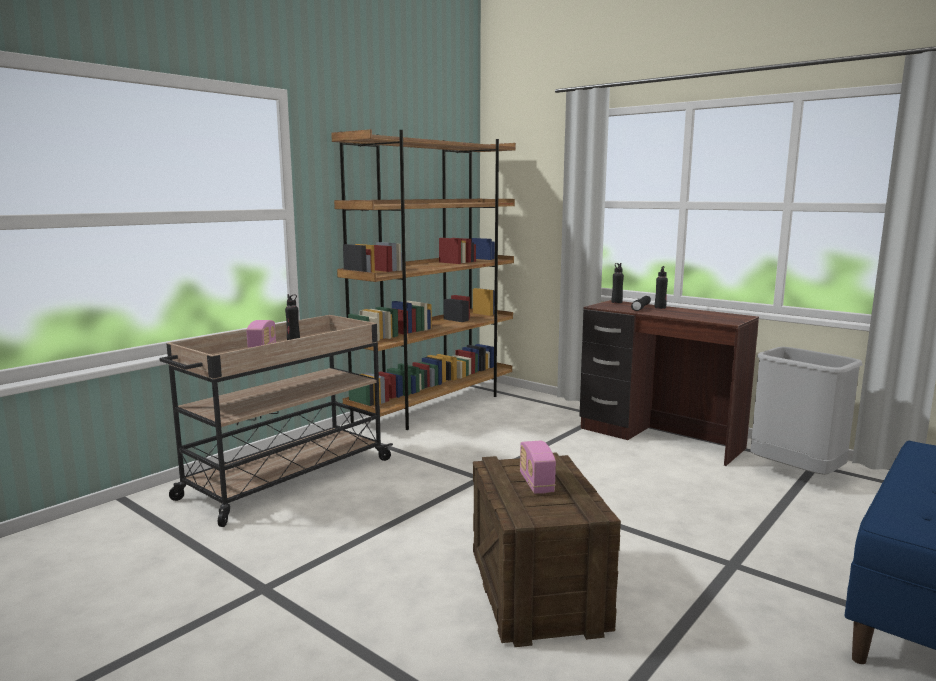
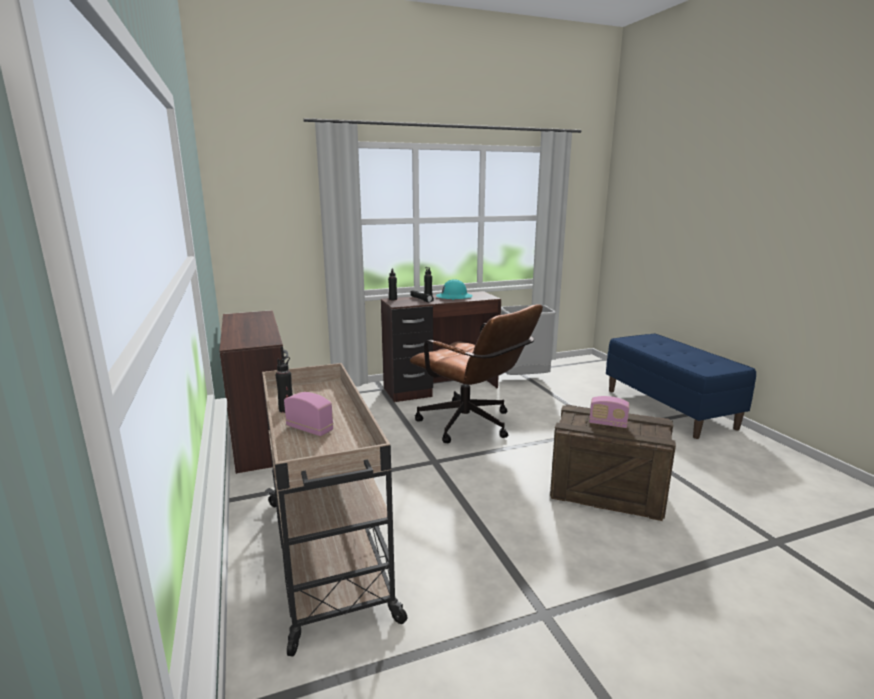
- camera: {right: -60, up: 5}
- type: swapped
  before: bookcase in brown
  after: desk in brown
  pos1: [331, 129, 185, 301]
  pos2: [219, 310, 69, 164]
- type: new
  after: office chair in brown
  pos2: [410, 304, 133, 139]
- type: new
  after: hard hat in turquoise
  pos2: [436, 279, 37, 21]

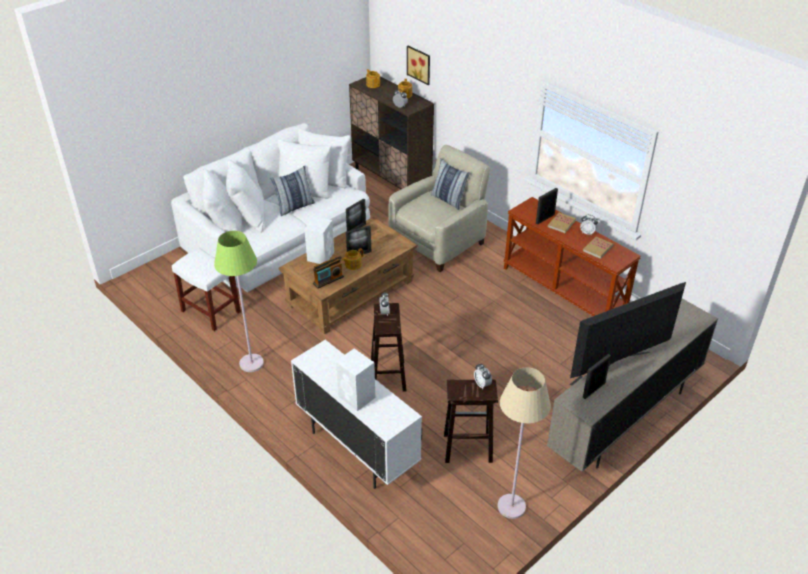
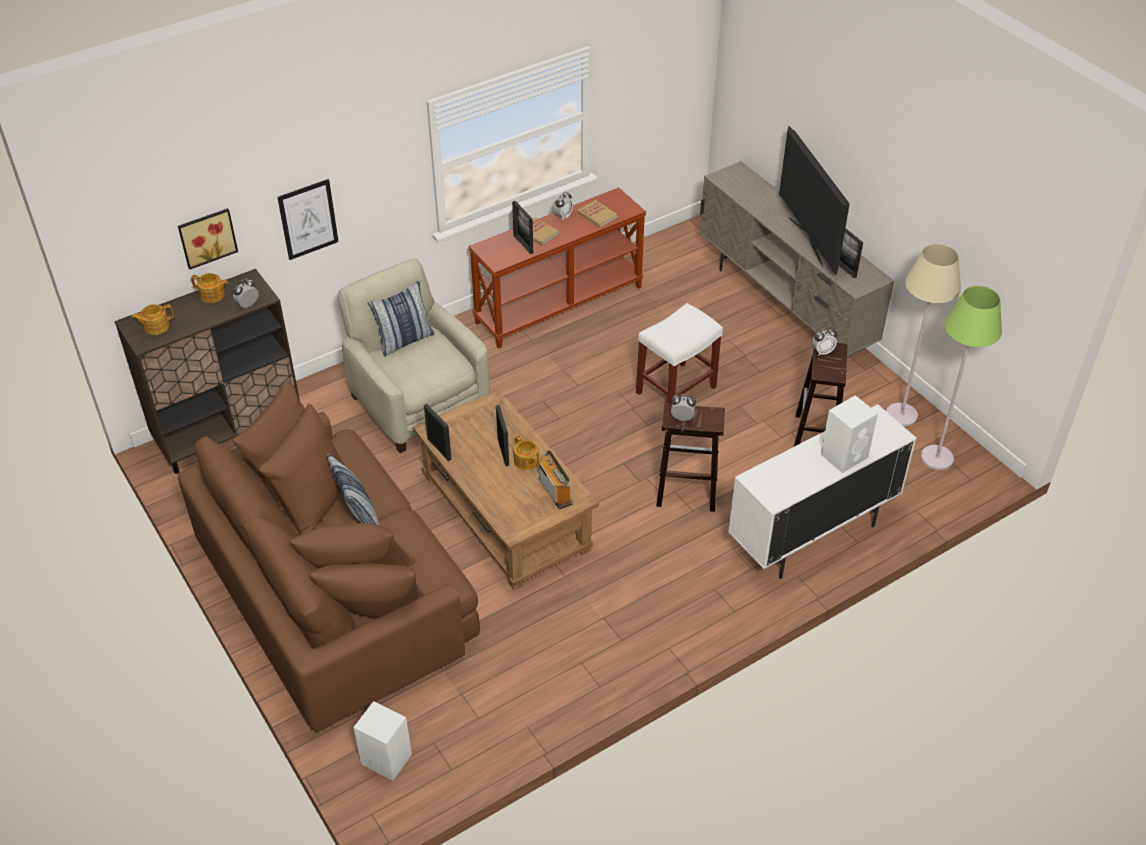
- camera: {right: -80, up: 5}
- type: repainted
  before: sofa in white
  after: sofa in brown
  pos1: [171, 123, 199, 169]
  pos2: [178, 380, 302, 351]
- type: new
  after: picture
  pos2: [277, 179, 62, 81]
- type: shifted
  before: speaker in white
  pos1: [304, 216, 30, 48]
  pos2: [353, 701, 59, 80]
- type: shifted
  before: stool in white
  pos1: [172, 248, 69, 83]
  pos2: [636, 303, 87, 100]
- type: shifted
  before: floor lamp in green
  pos1: [214, 231, 50, 141]
  pos2: [921, 286, 81, 184]

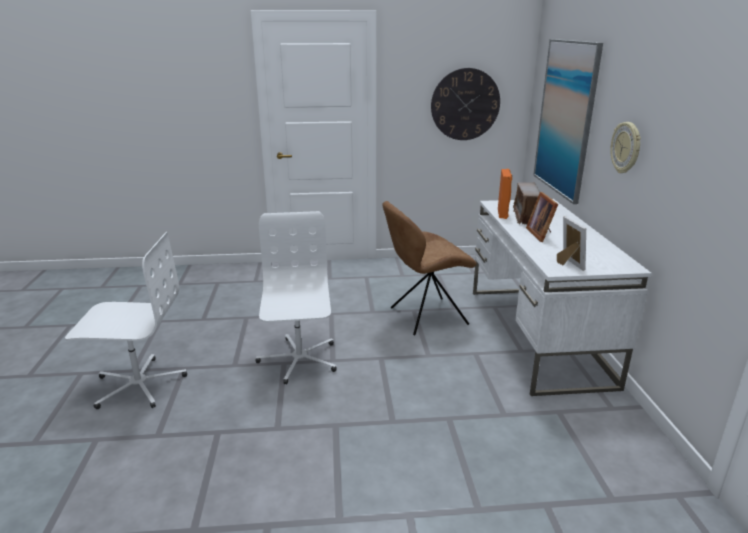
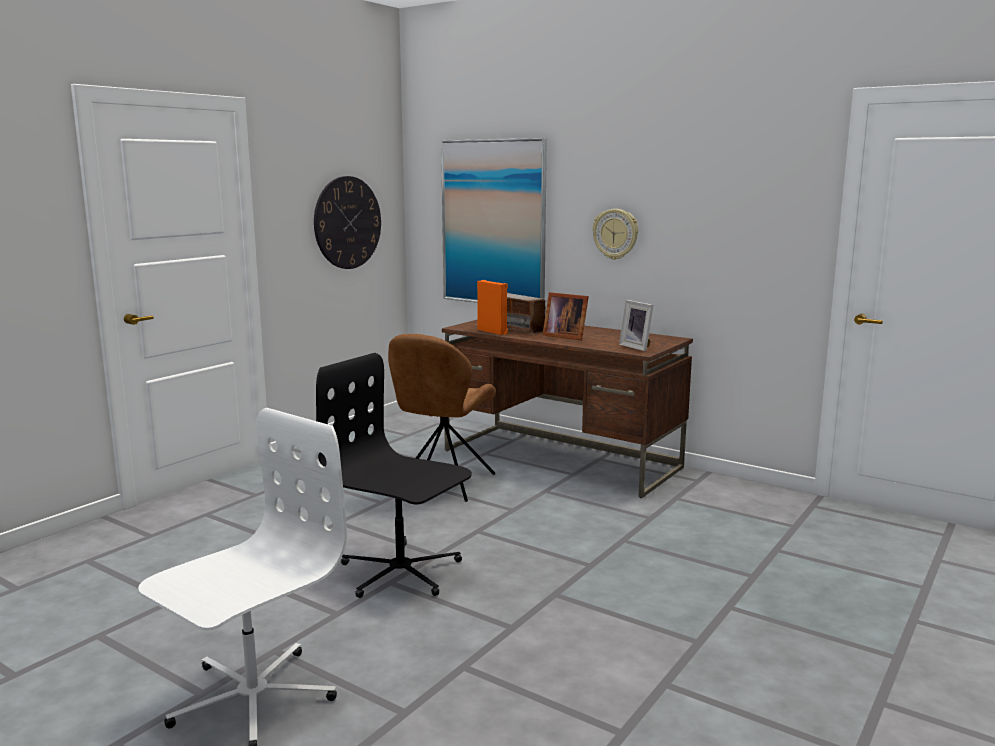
- camera: {right: -50, up: -10}
- type: repainted
  before: office chair in white
  after: office chair in black
  pos1: [256, 211, 81, 174]
  pos2: [316, 353, 156, 245]
- type: repainted
  before: desk in white
  after: desk in brown
  pos1: [473, 199, 179, 197]
  pos2: [442, 320, 251, 178]
- type: rotated
  before: picture frame
  pos1: [557, 216, 29, 55]
  pos2: [619, 300, 34, 51]
  turn: -150

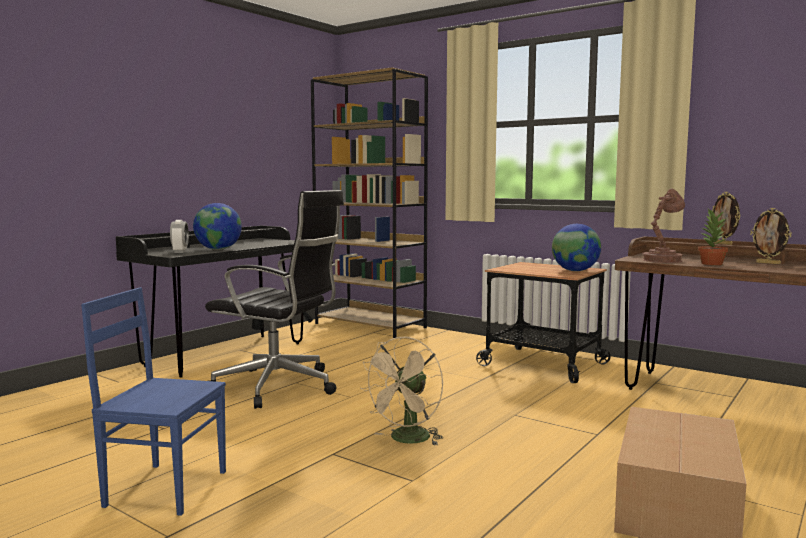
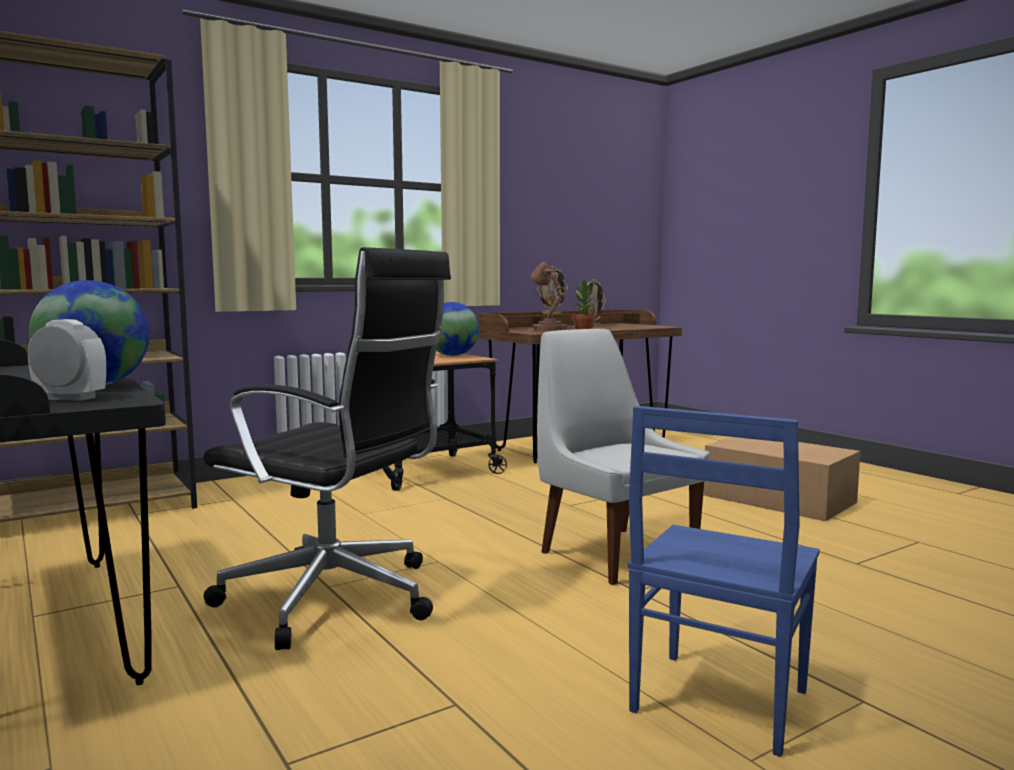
- camera: {right: -70, up: 0}
- type: rotated
  before: office chair in black
  pos1: [205, 190, 139, 219]
  pos2: [203, 247, 248, 403]
  turn: 75
- type: swapped
  before: fan in beige
  after: chair in white
  pos1: [361, 336, 82, 110]
  pos2: [537, 329, 173, 256]

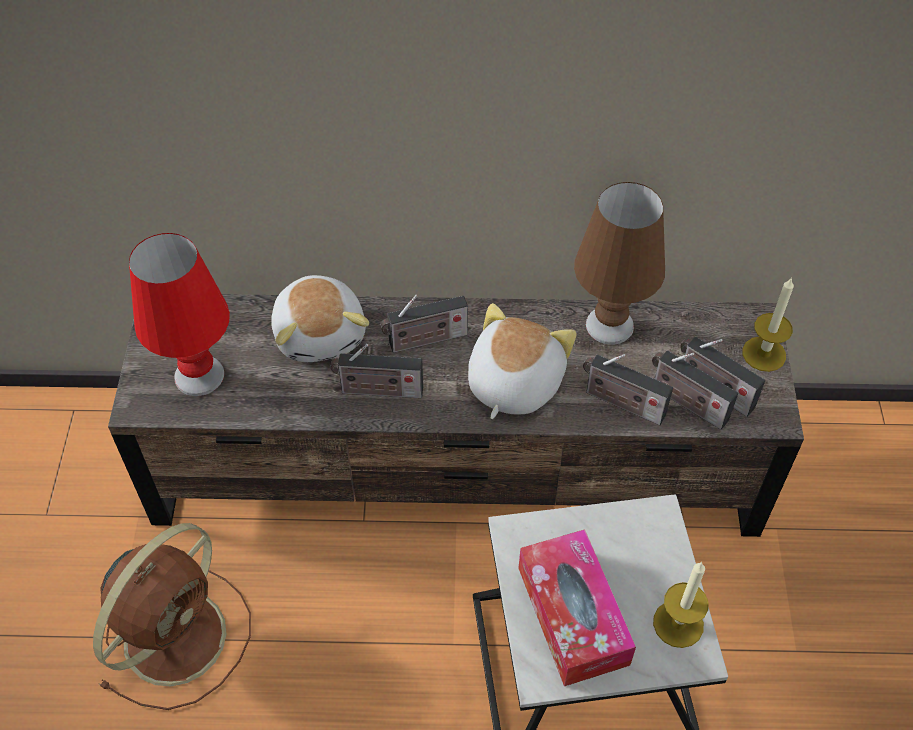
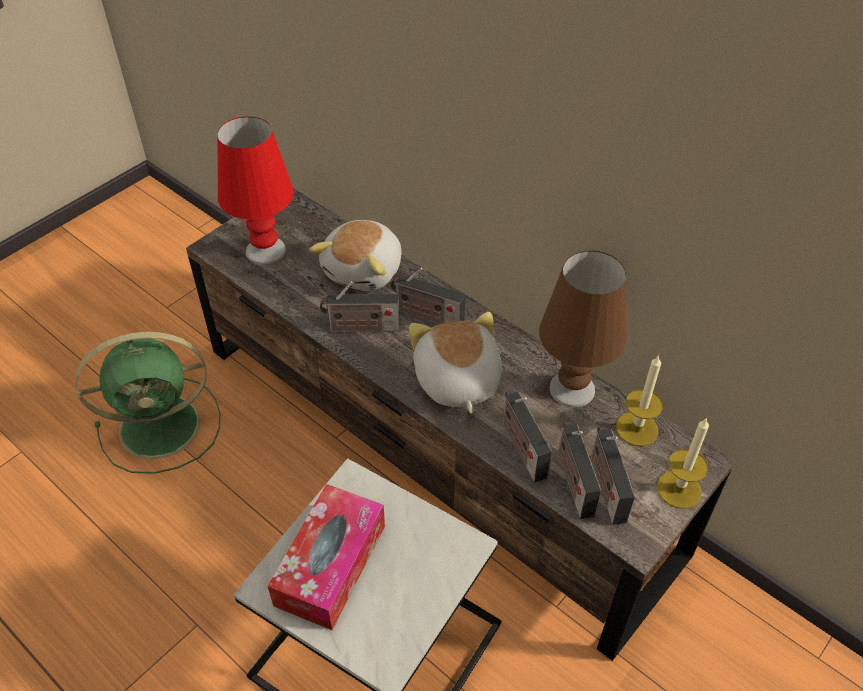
- camera: {right: 40, up: -5}
- type: repainted
  before: fan in brown
  after: fan in green
  pos1: [93, 523, 158, 187]
  pos2: [75, 332, 145, 142]
- type: rotated
  before: radio
  pos1: [330, 344, 93, 54]
  pos2: [320, 281, 80, 51]
  turn: -45
- type: rotated
  before: plush toy
  pos1: [468, 303, 109, 116]
  pos2: [409, 312, 93, 102]
  turn: -75
- type: shifted
  before: candle
  pos1: [653, 562, 56, 86]
  pos2: [616, 355, 47, 91]

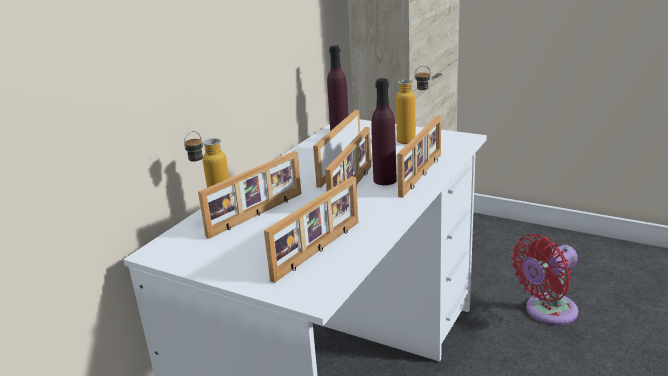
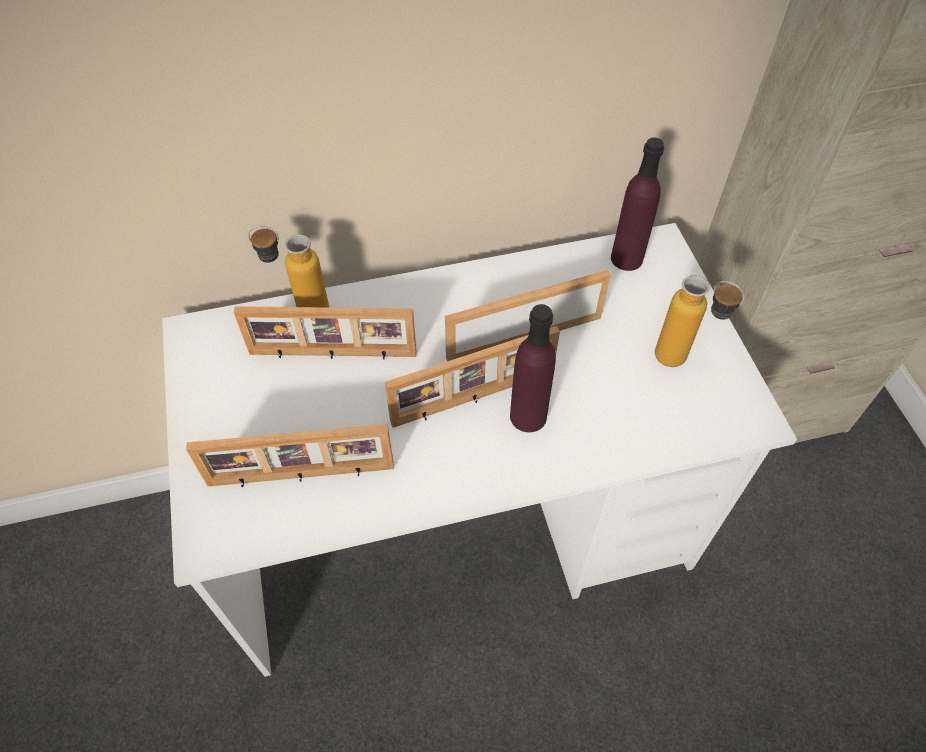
- camera: {right: 45, up: 30}
- type: gone
  before: picture frame
  pos1: [397, 116, 44, 82]
- type: gone
  before: fan in red
  pos1: [512, 234, 66, 91]

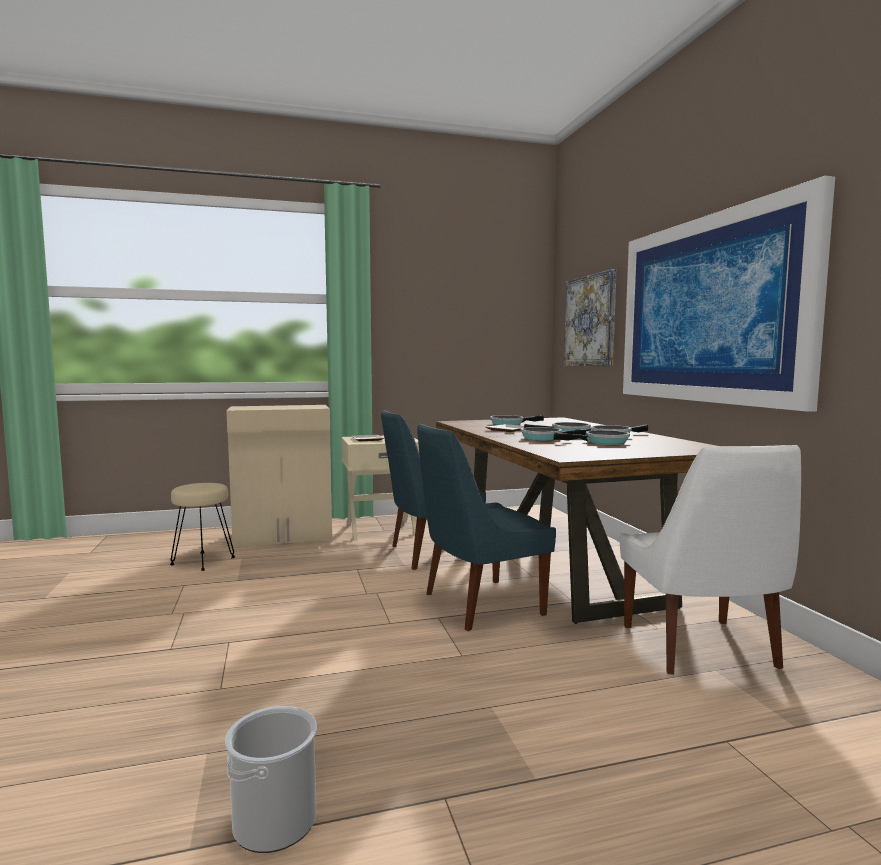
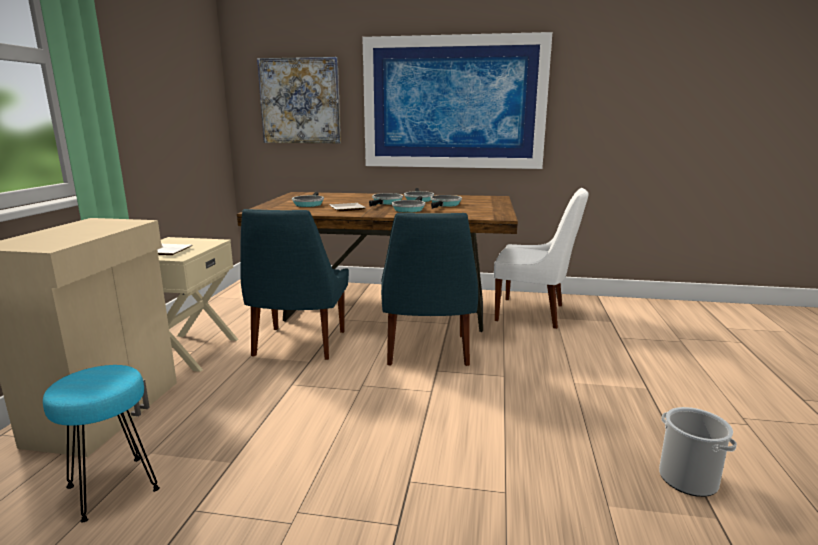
- camera: {right: -65, up: 10}
- type: repainted
  before: stool in beige
  after: stool in turquoise
  pos1: [170, 483, 65, 88]
  pos2: [43, 365, 117, 157]

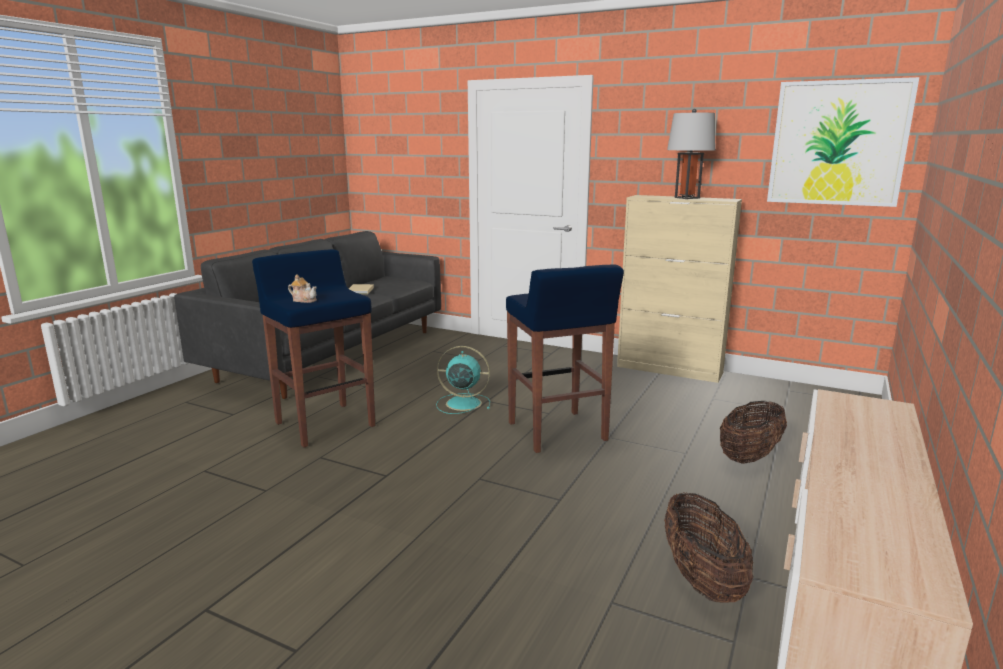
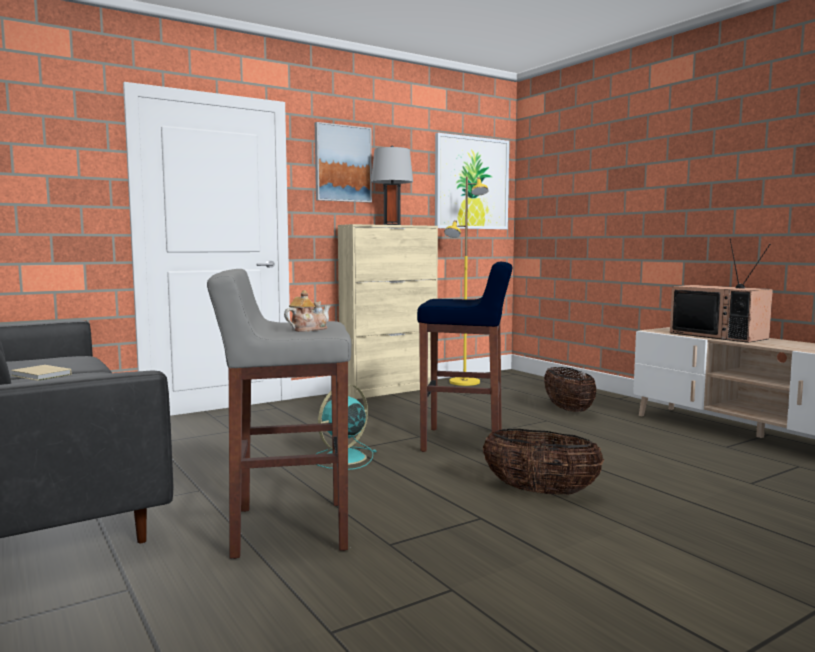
- camera: {right: -60, up: -10}
- type: repainted
  before: stool in blue
  after: stool in grey
  pos1: [252, 249, 123, 199]
  pos2: [207, 269, 144, 290]
- type: new
  after: picture
  pos2: [315, 122, 57, 81]
- type: new
  after: floor lamp in yellow
  pos2: [444, 177, 45, 209]
- type: shifted
  before: basket
  pos1: [664, 492, 89, 111]
  pos2: [483, 429, 121, 66]
- type: new
  after: television
  pos2: [670, 238, 103, 105]

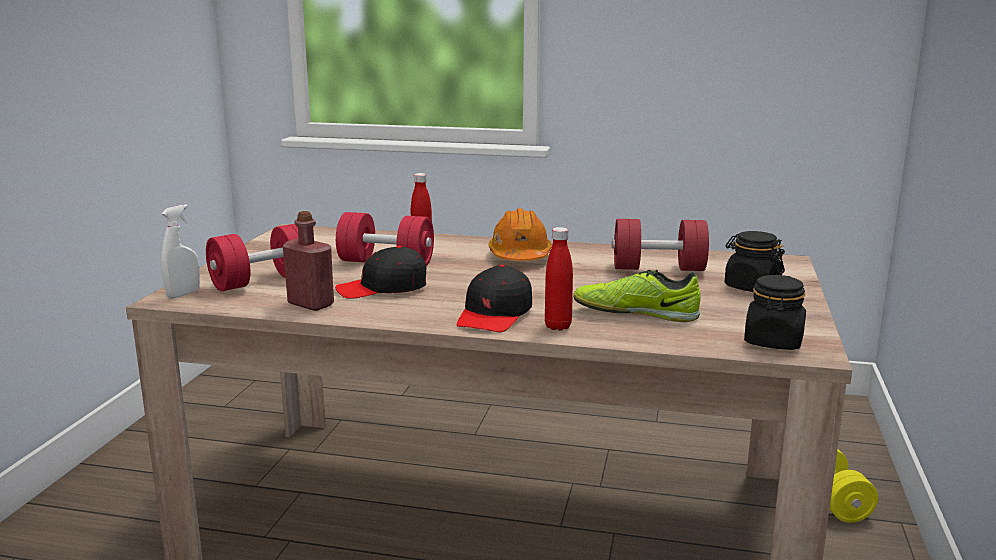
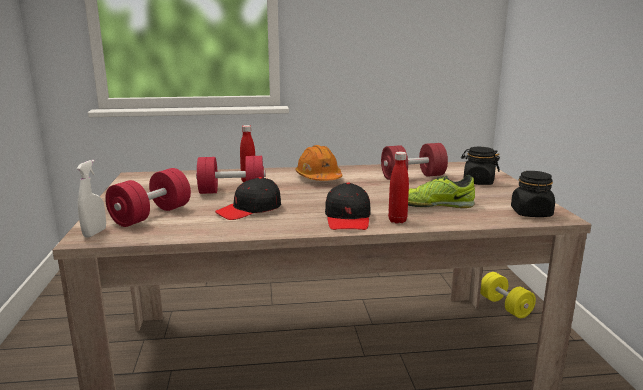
- camera: {right: -20, up: 0}
- type: gone
  before: bottle in red
  pos1: [283, 211, 51, 100]

